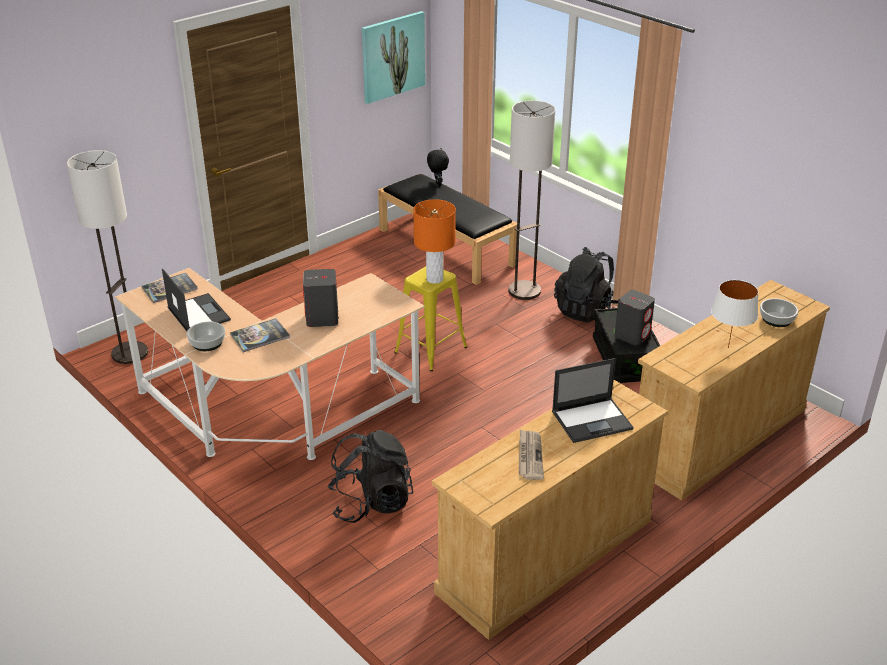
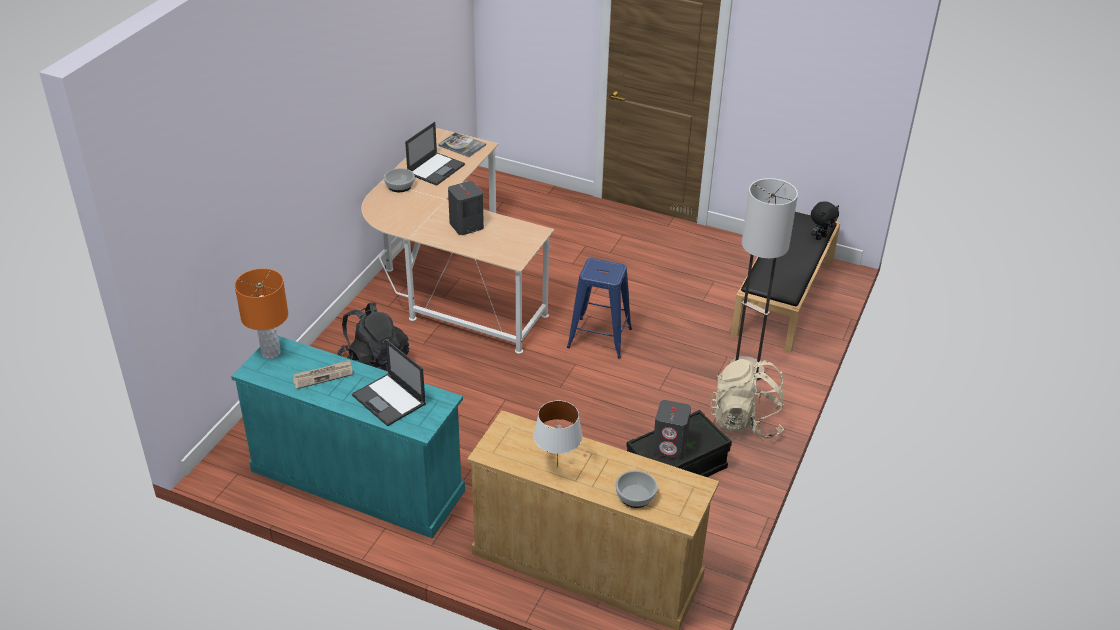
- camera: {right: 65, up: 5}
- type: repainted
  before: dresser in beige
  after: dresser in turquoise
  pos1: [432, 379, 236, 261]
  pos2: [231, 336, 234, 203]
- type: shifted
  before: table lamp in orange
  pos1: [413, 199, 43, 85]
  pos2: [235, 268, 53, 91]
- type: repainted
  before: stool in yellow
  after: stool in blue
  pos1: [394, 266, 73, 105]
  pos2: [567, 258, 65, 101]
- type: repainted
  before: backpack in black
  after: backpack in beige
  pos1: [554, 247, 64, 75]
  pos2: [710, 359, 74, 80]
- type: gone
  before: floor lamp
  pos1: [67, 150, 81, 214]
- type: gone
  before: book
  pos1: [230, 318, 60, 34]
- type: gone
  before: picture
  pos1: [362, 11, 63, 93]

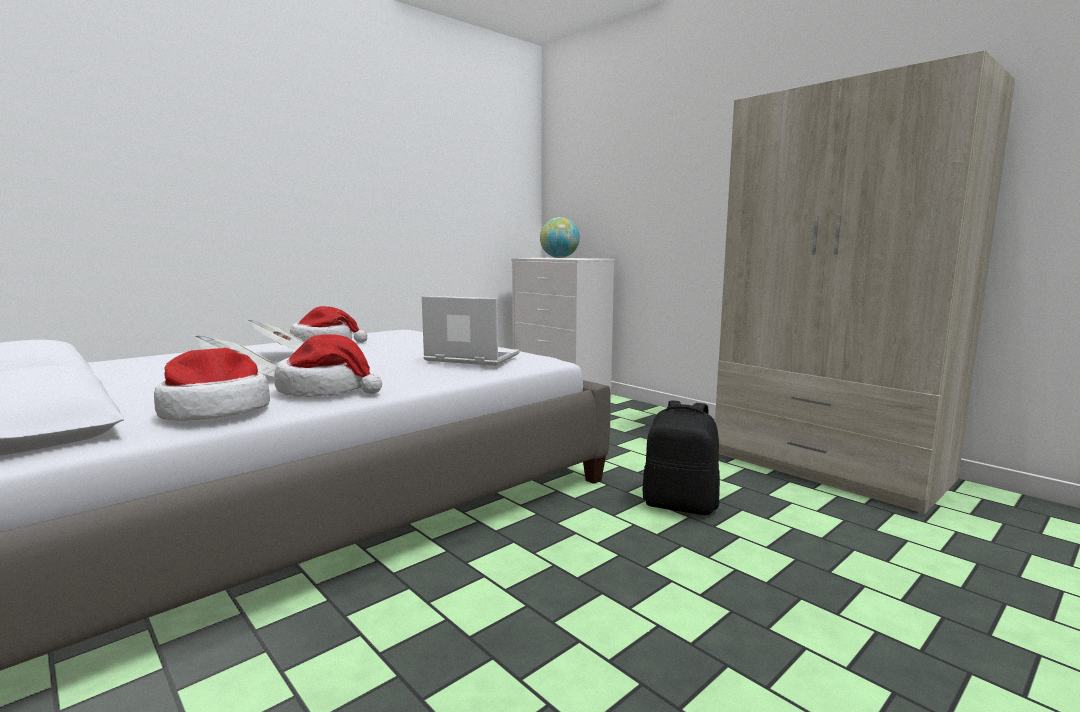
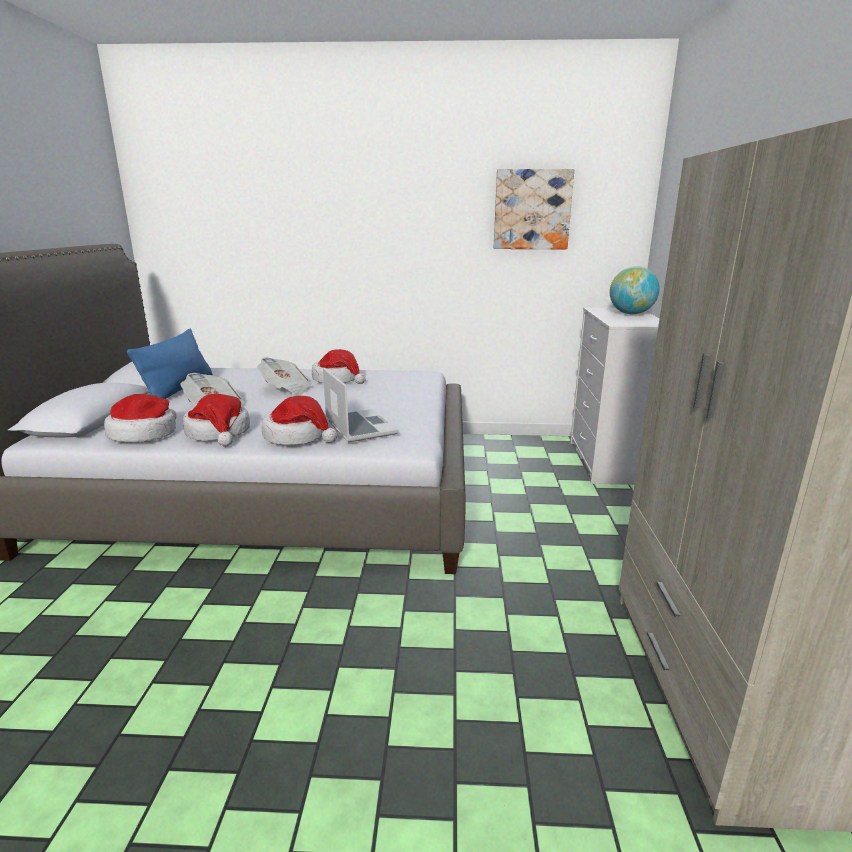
- camera: {right: 45, up: 10}
- type: new
  after: pillow in blue
  pos2: [127, 329, 86, 70]
- type: new
  after: hat
  pos2: [262, 396, 75, 49]
- type: new
  after: picture
  pos2: [494, 169, 80, 81]
- type: gone
  before: backpack in black
  pos1: [643, 401, 77, 114]

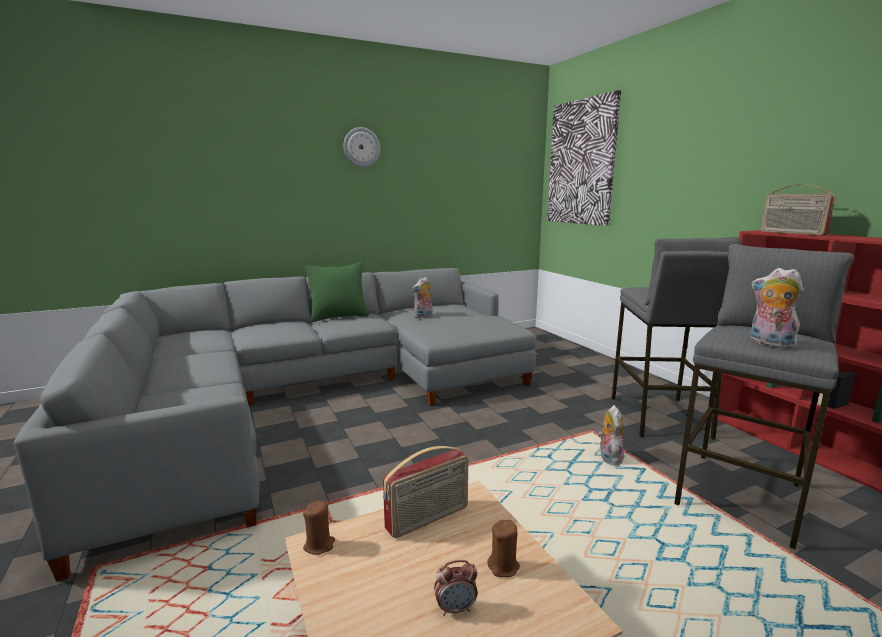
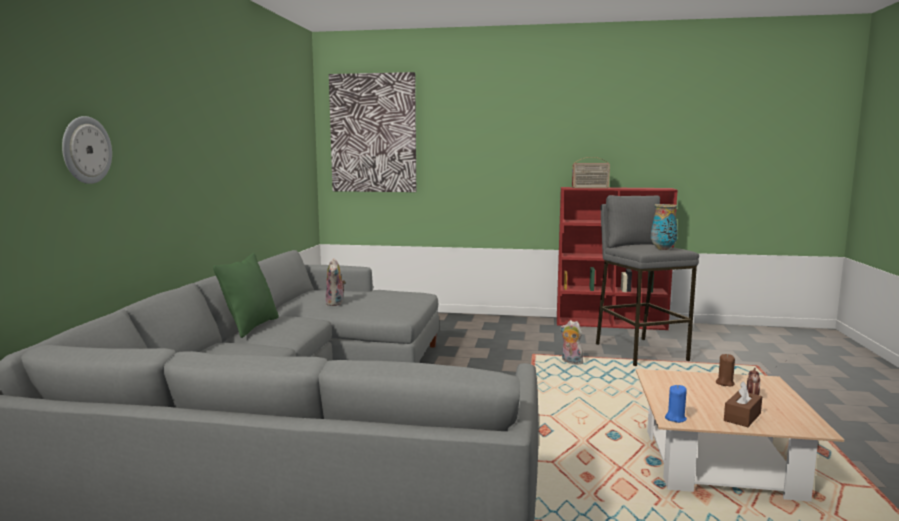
- camera: {right: -55, up: -5}
- type: shifted
  before: wall clock
  pos1: [343, 127, 37, 40]
  pos2: [62, 116, 50, 68]
- type: swapped
  before: plush toy
  after: vase
  pos1: [751, 268, 53, 81]
  pos2: [651, 204, 27, 46]
- type: repainted
  before: candle in brown
  after: candle in blue
  pos1: [303, 501, 32, 54]
  pos2: [665, 385, 22, 38]
- type: new
  after: tissue box in brown
  pos2: [724, 381, 38, 46]
- type: gone
  before: radio
  pos1: [383, 446, 85, 92]
- type: gone
  before: stool in grey
  pos1: [612, 237, 130, 202]

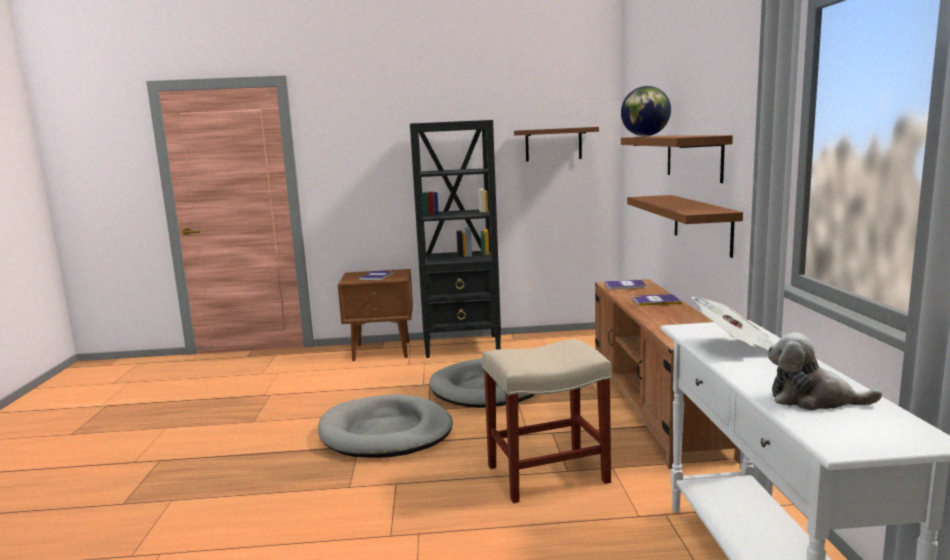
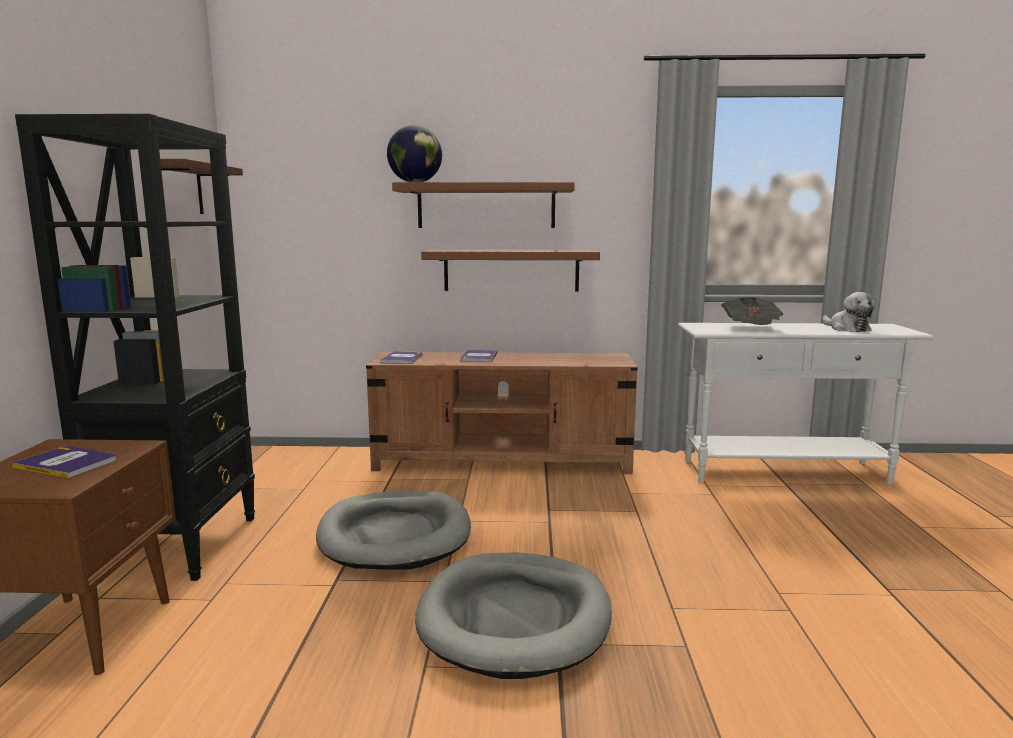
- camera: {right: -85, up: 0}
- type: rotated
  before: plush toy
  pos1: [767, 332, 115, 78]
  pos2: [822, 292, 53, 40]
  turn: -45
- type: gone
  before: stool in beige
  pos1: [482, 339, 129, 164]

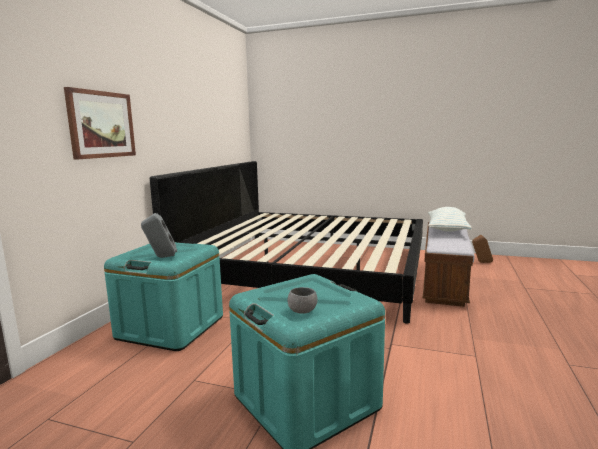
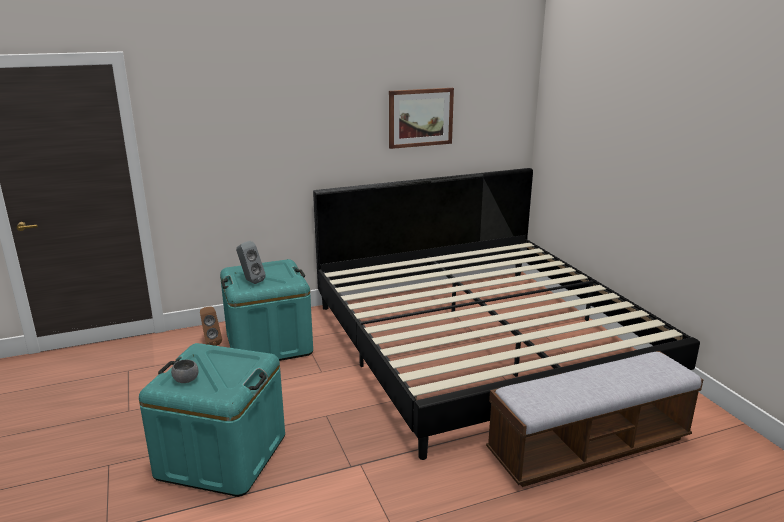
- camera: {right: 50, up: 10}
- type: shifted
  before: speaker in brown
  pos1: [472, 235, 21, 28]
  pos2: [200, 306, 22, 40]
- type: shifted
  before: picture
  pos1: [64, 87, 72, 72]
  pos2: [389, 88, 65, 61]
- type: gone
  before: pillow
  pos1: [428, 207, 44, 25]

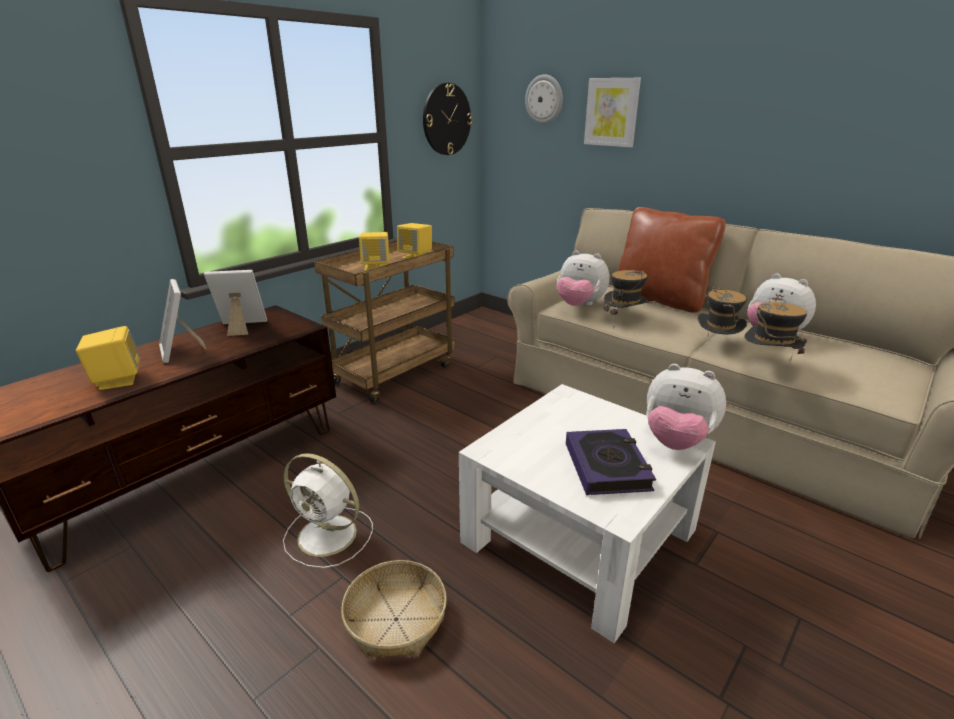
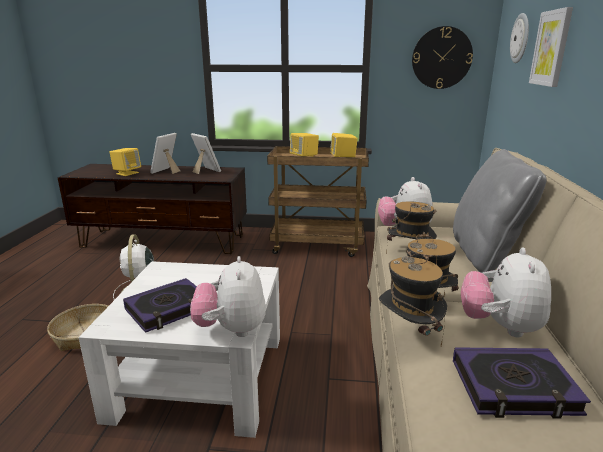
- camera: {right: 55, up: -5}
- type: repainted
  before: pillow in brown
  after: pillow in grey
  pos1: [618, 207, 108, 106]
  pos2: [453, 149, 94, 124]
- type: new
  after: book
  pos2: [453, 347, 138, 72]

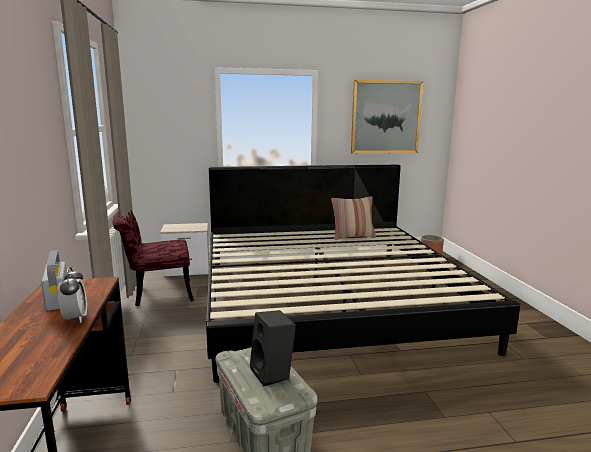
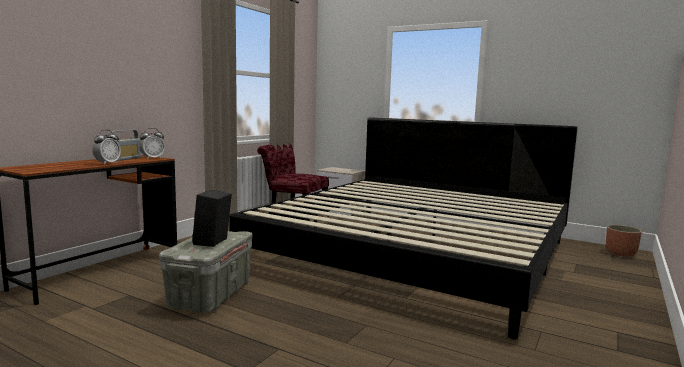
- camera: {right: 40, up: -5}
- type: new
  after: alarm clock
  pos2: [139, 128, 26, 32]
- type: gone
  before: pillow
  pos1: [331, 196, 45, 44]
- type: gone
  before: picture
  pos1: [351, 80, 72, 74]

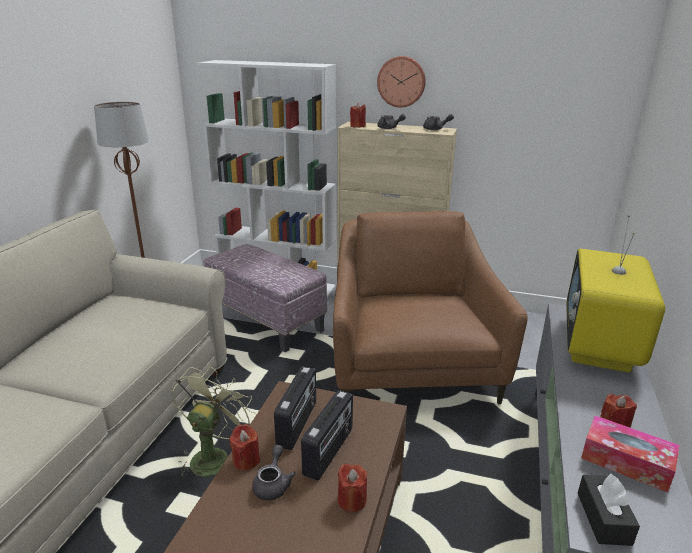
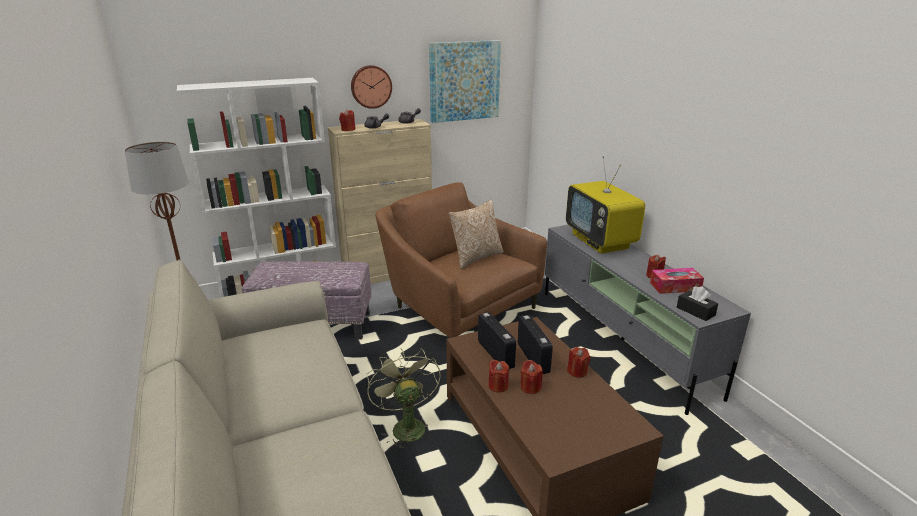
- camera: {right: -40, up: 0}
- type: new
  after: picture
  pos2: [429, 40, 72, 83]
- type: new
  after: pillow
  pos2: [449, 199, 55, 70]
- type: swapped
  before: teapot in grey
  after: candle in red
  pos1: [252, 445, 44, 56]
  pos2: [521, 360, 22, 34]

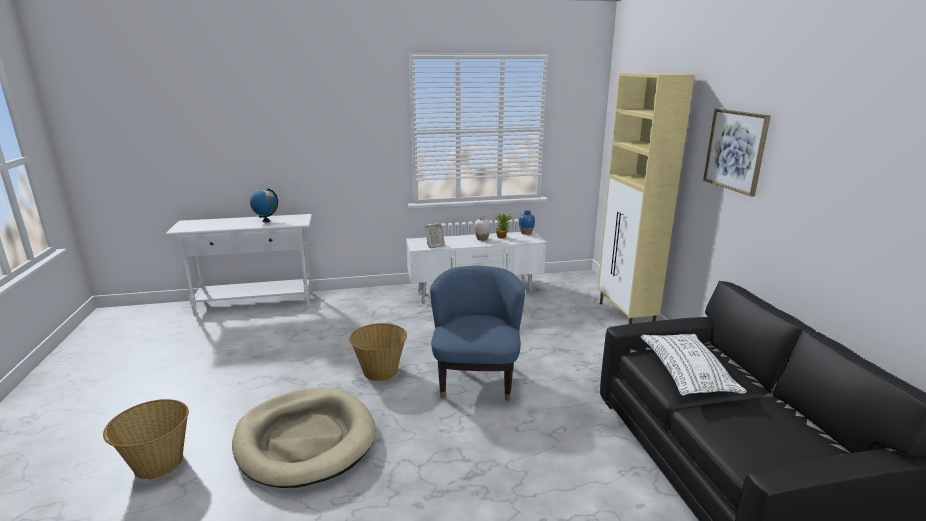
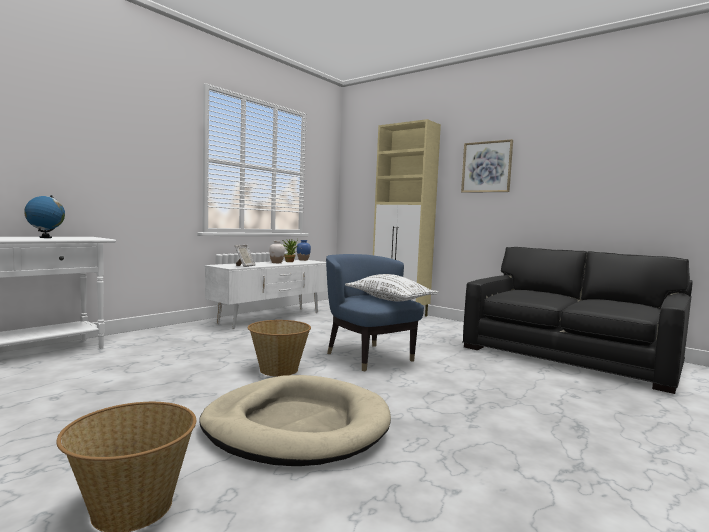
- camera: {right: -40, up: -15}
- type: shifted
  before: pillow in white
  pos1: [641, 334, 106, 62]
  pos2: [345, 274, 94, 27]

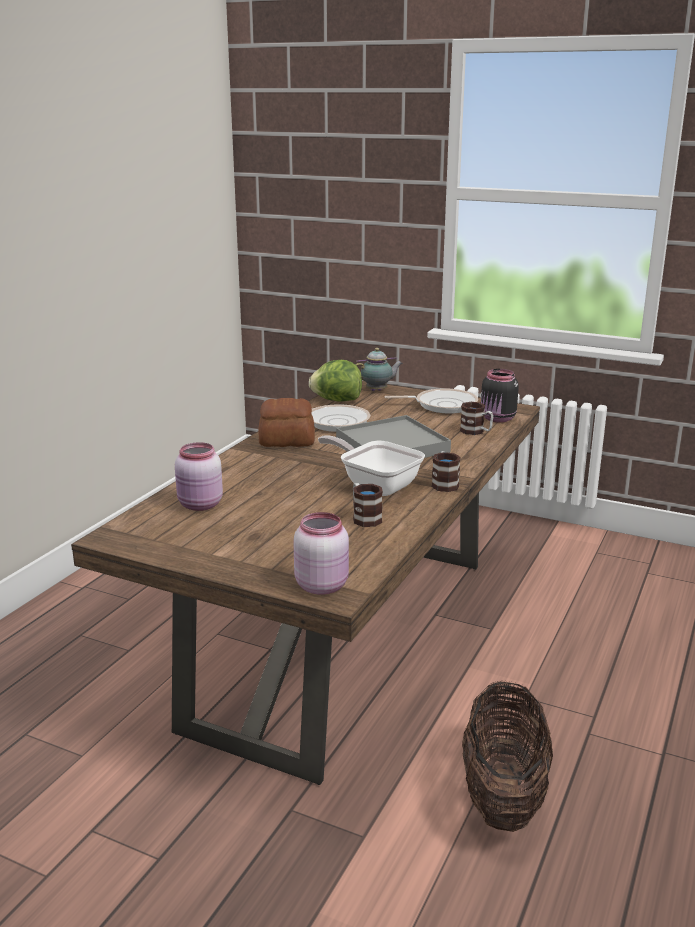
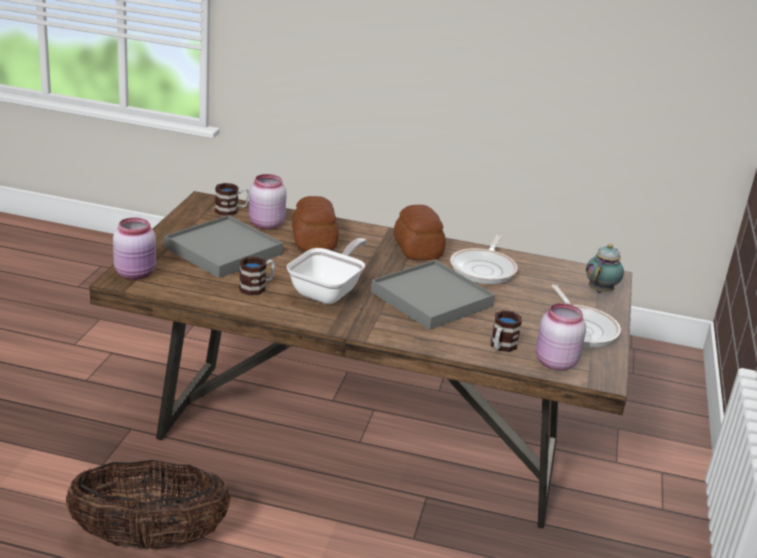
- camera: {right: 75, up: 5}
- type: new
  after: tray in grey
  pos2: [164, 215, 119, 63]
- type: shifted
  before: mug
  pos1: [432, 451, 29, 41]
  pos2: [215, 183, 34, 33]
- type: new
  after: bread
  pos2: [292, 196, 47, 55]
- type: repainted
  before: jar in black
  after: jar in pink
  pos1: [481, 369, 38, 54]
  pos2: [536, 303, 50, 68]
- type: rotated
  before: teapot
  pos1: [355, 348, 48, 43]
  pos2: [586, 244, 38, 49]
  turn: -120
- type: gone
  before: lettuce
  pos1: [309, 360, 53, 41]

